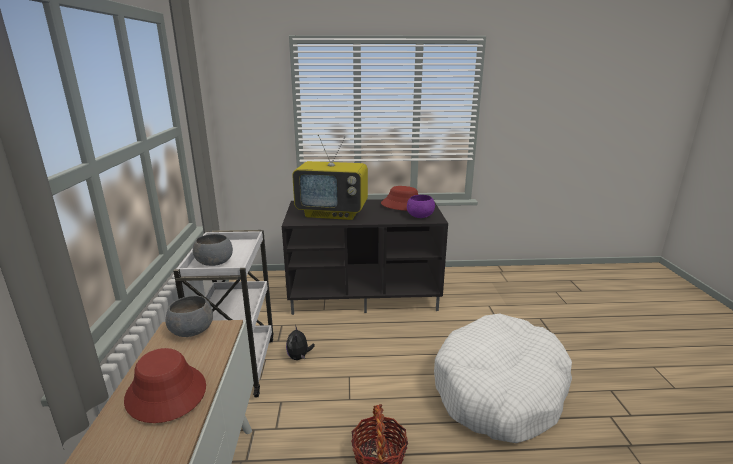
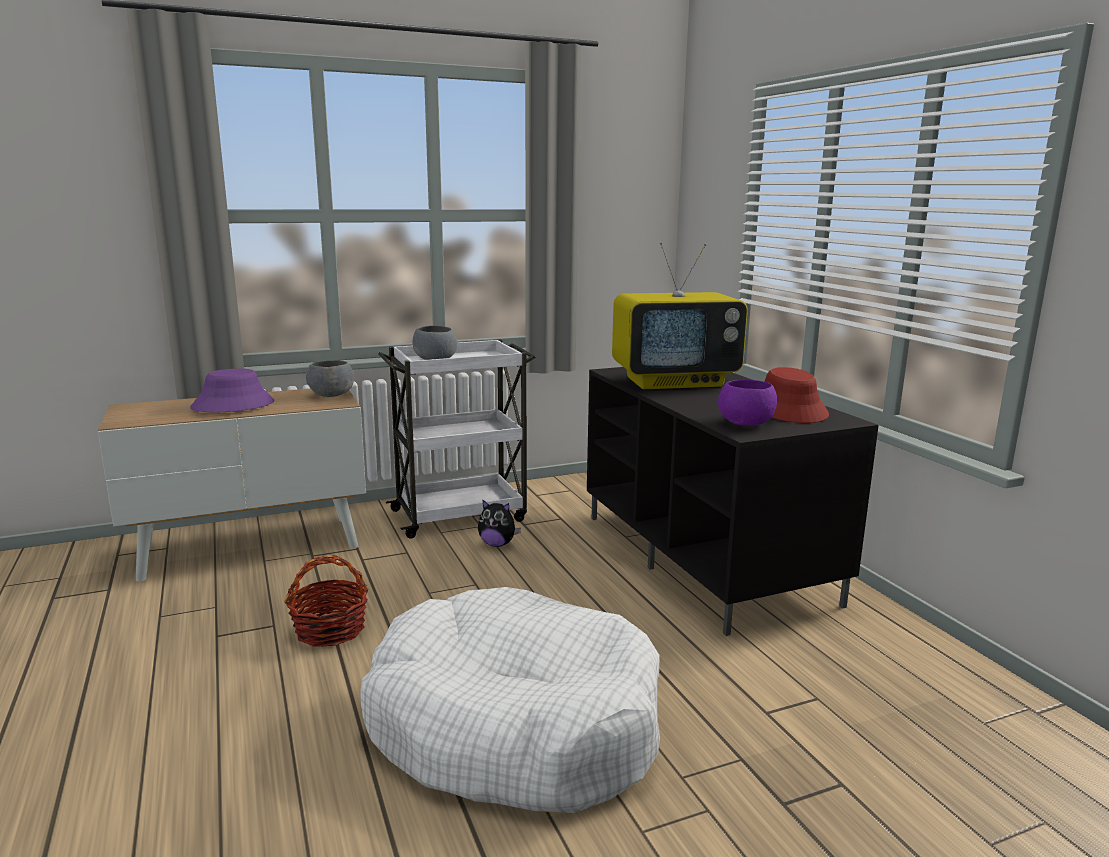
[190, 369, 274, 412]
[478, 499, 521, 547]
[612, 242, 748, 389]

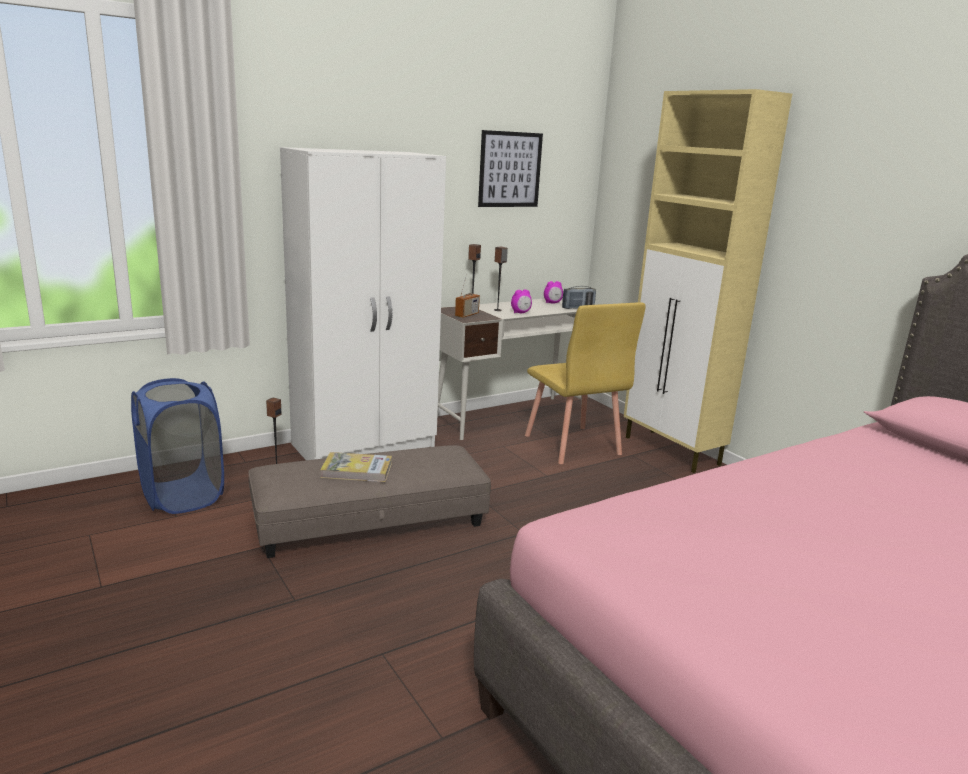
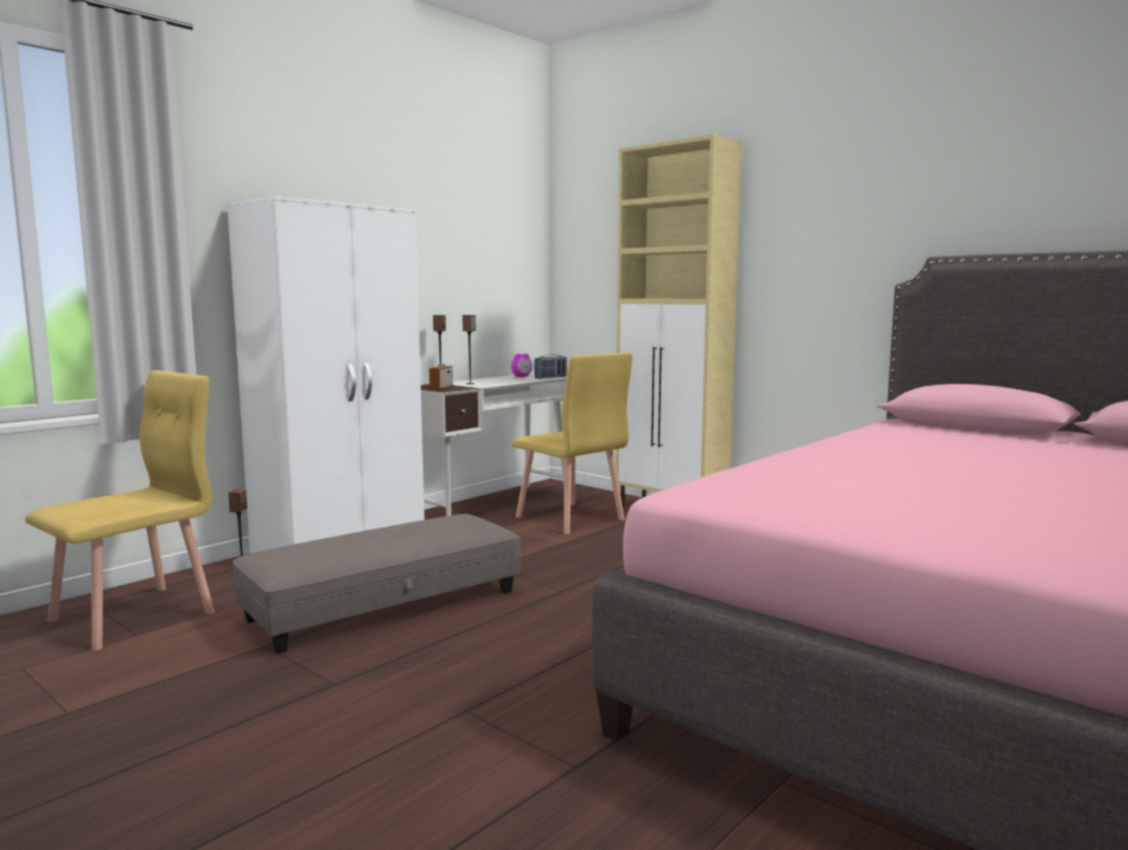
[25, 370, 215, 651]
[320, 452, 392, 482] (first image)
[478, 130, 543, 207] (first image)
[511, 289, 532, 313] (first image)

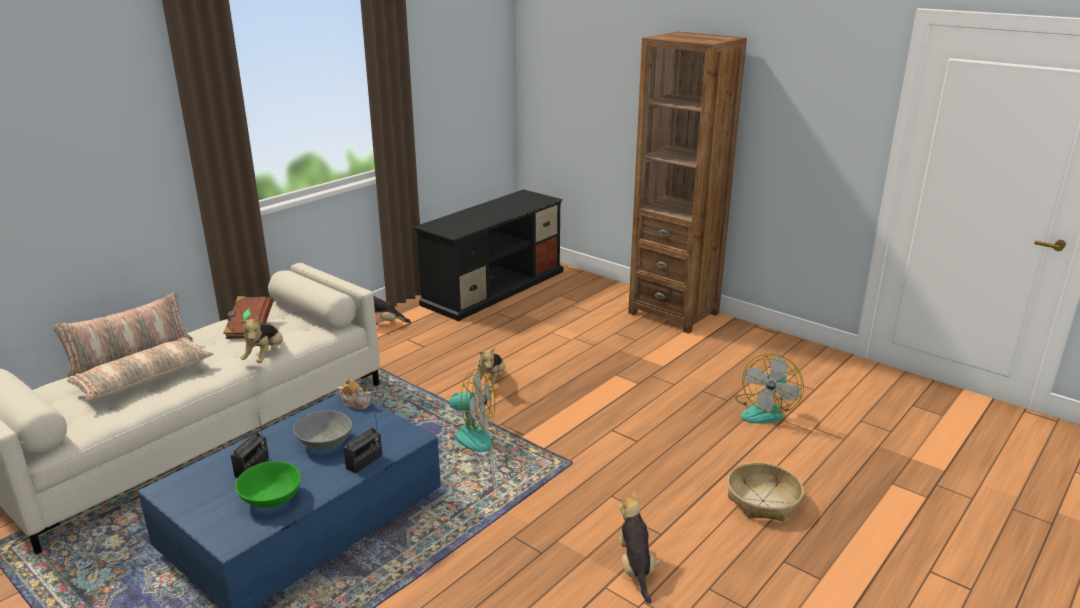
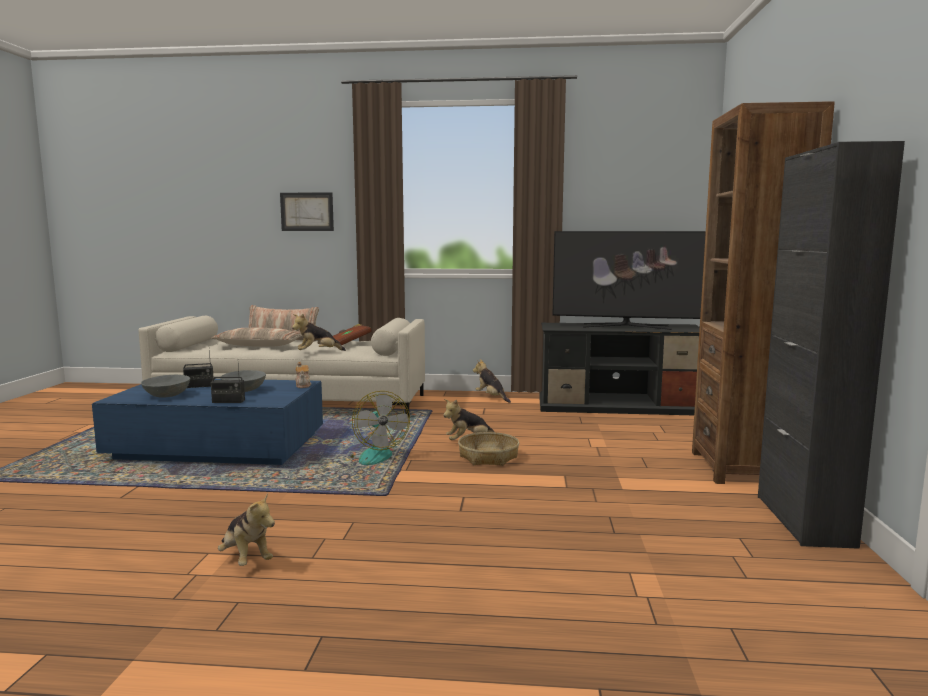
[141, 375, 190, 398]
[218, 493, 275, 566]
[280, 192, 334, 231]
[458, 432, 519, 466]
[552, 231, 706, 330]
[758, 141, 905, 549]
[735, 354, 804, 423] (first image)

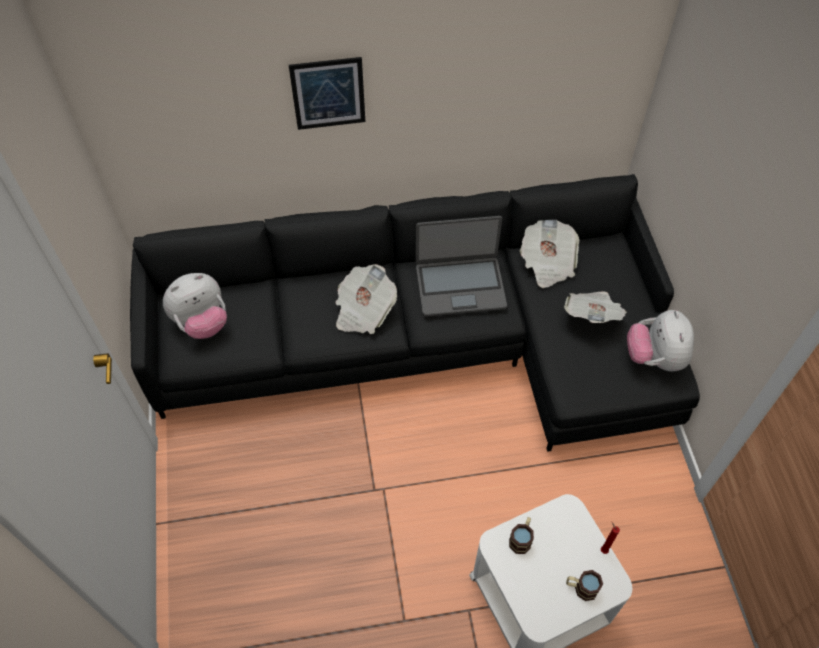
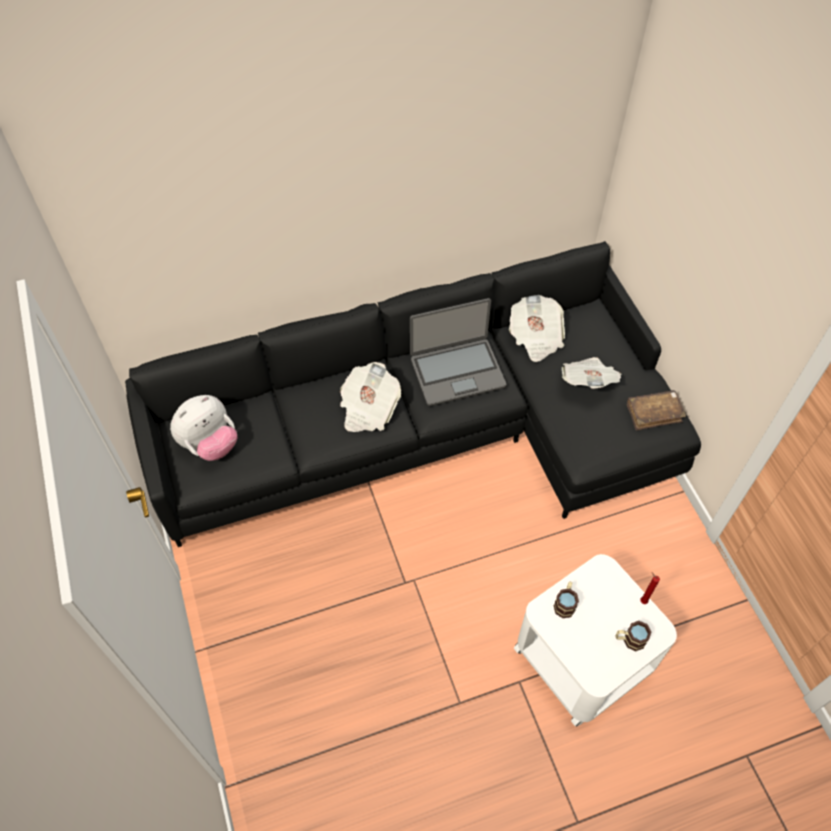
[627, 390, 686, 431]
[289, 57, 365, 130] (first image)

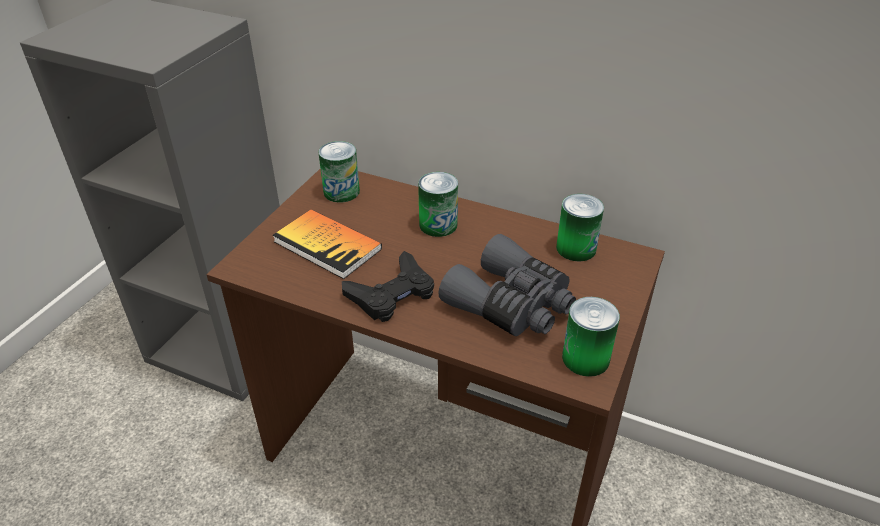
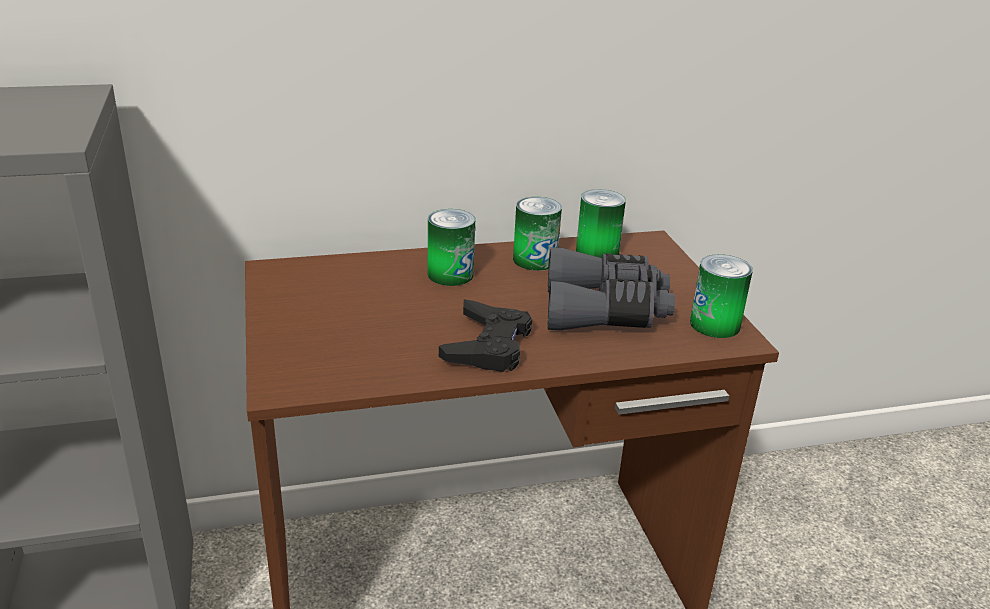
[513, 197, 562, 271]
[272, 209, 382, 279] (first image)

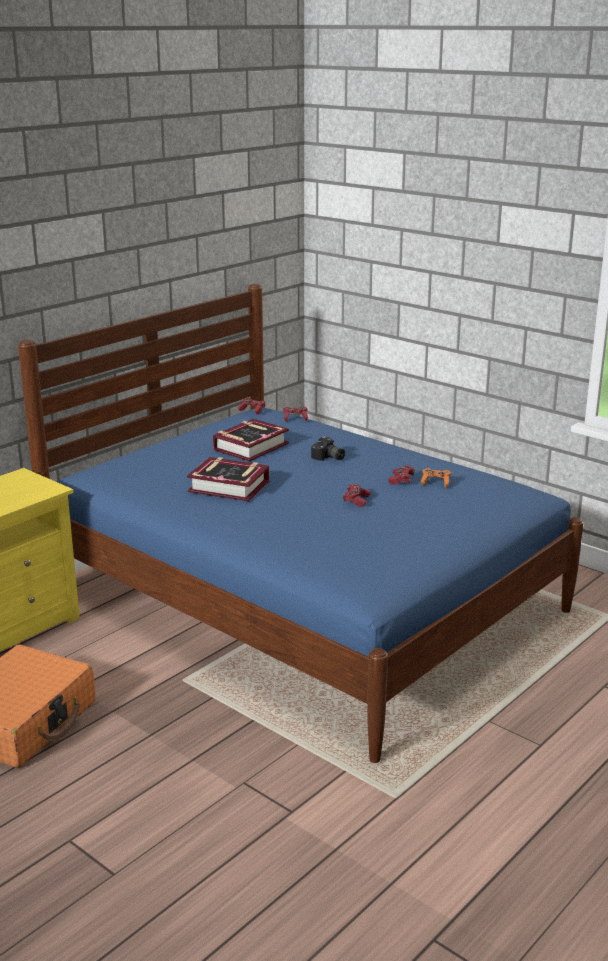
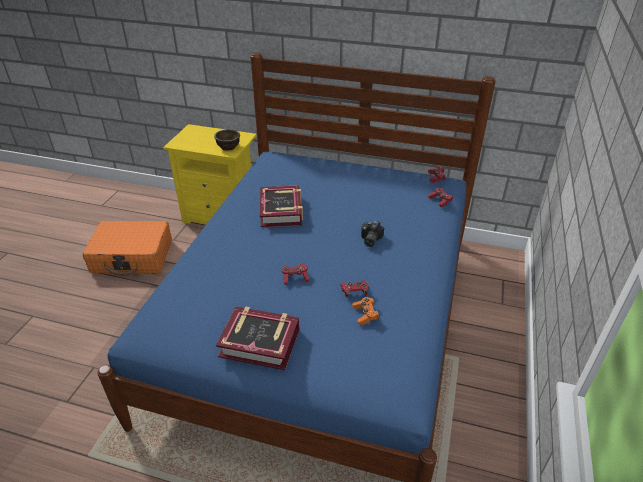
[214, 129, 240, 151]
[216, 307, 300, 370]

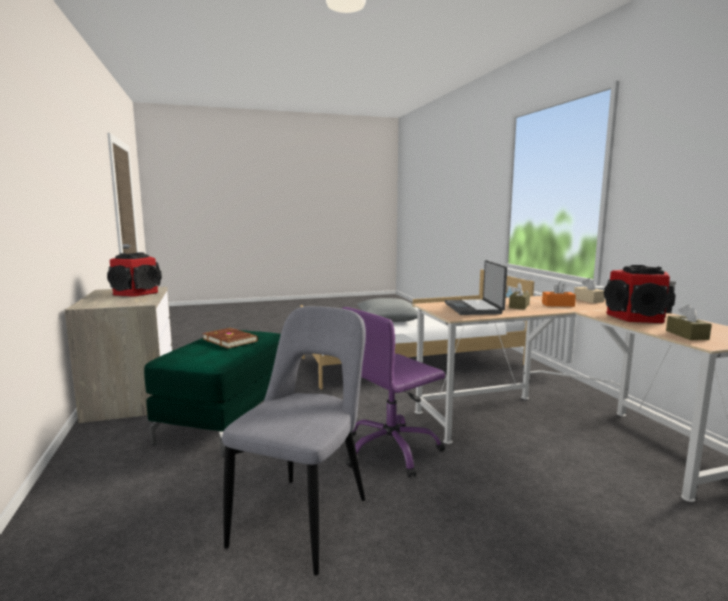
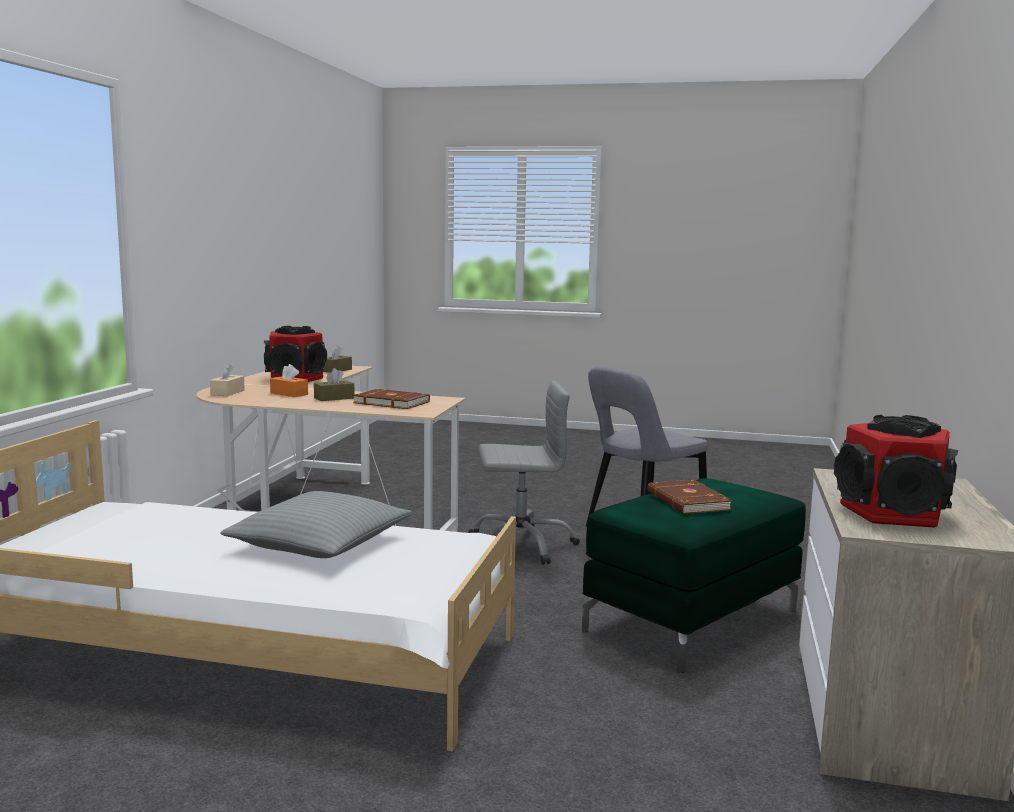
[353, 389, 430, 409]
[469, 381, 580, 565]

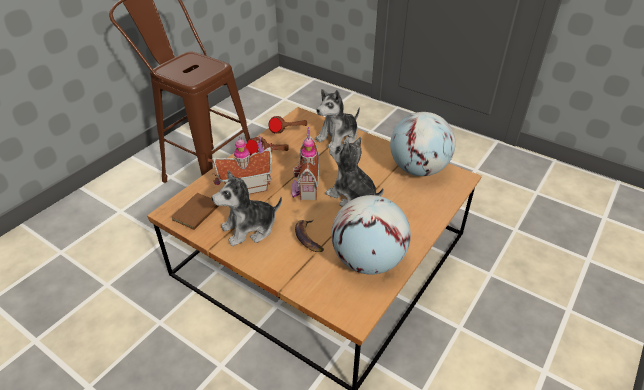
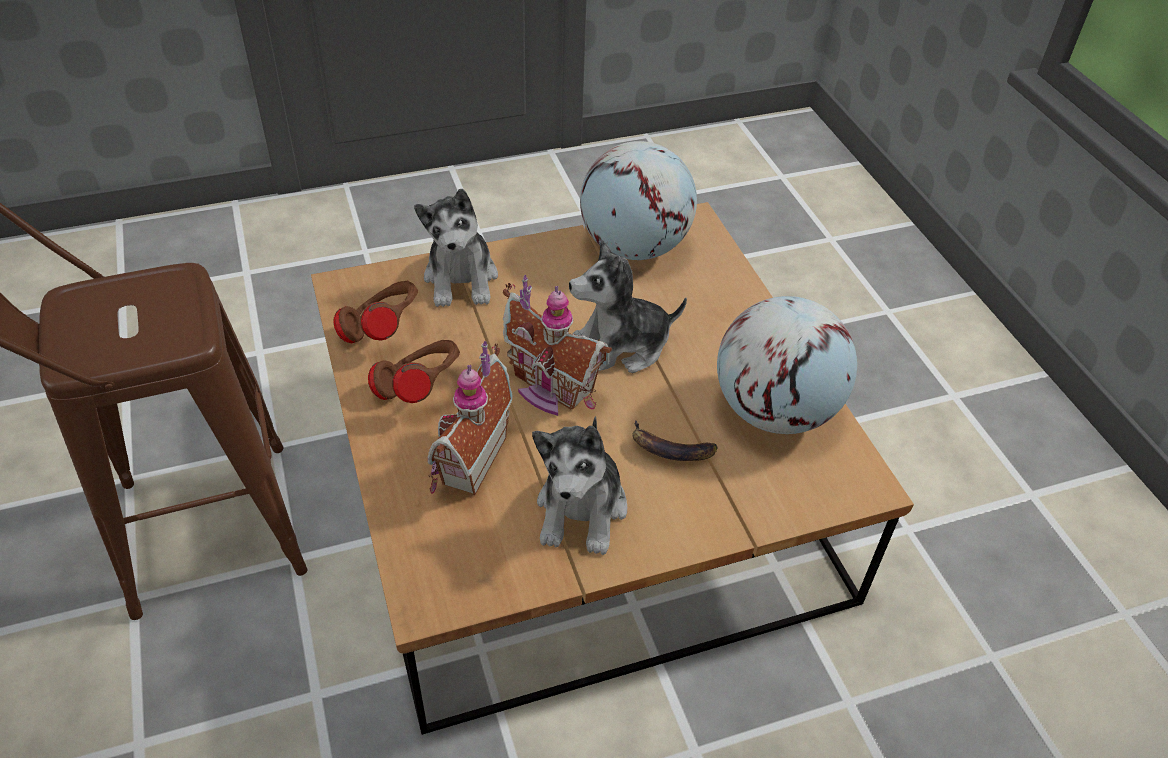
[171, 193, 219, 230] (first image)

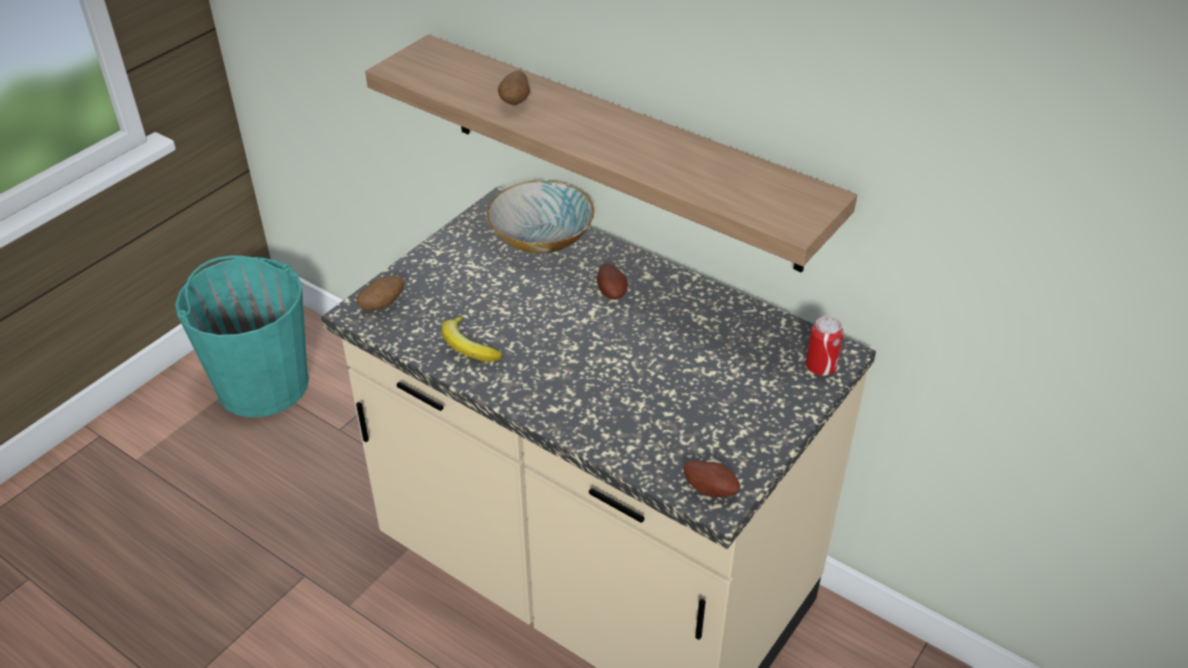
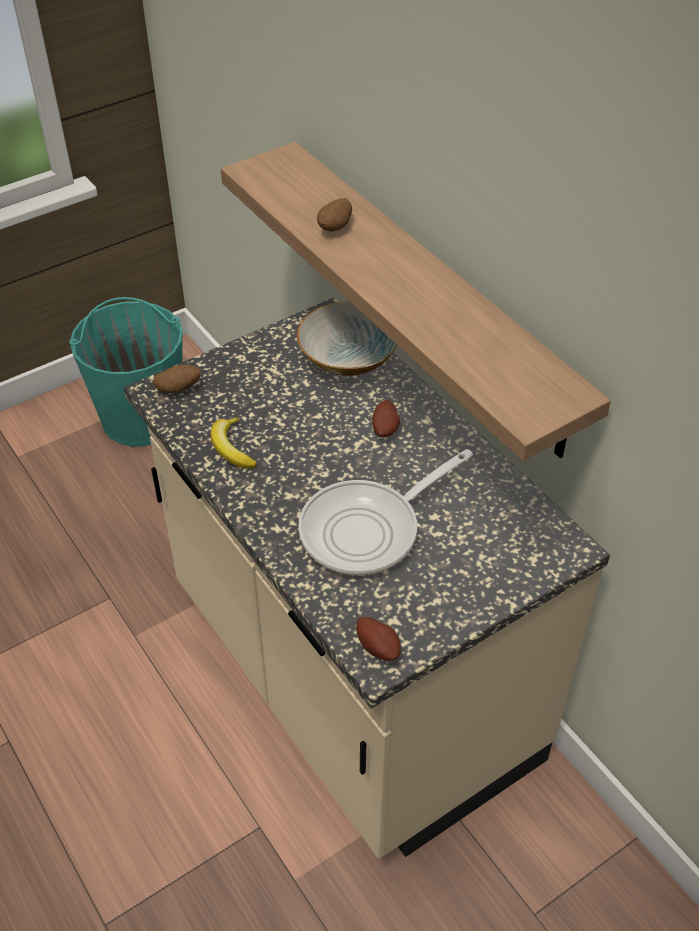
[298, 449, 473, 575]
[805, 316, 843, 376] (first image)

